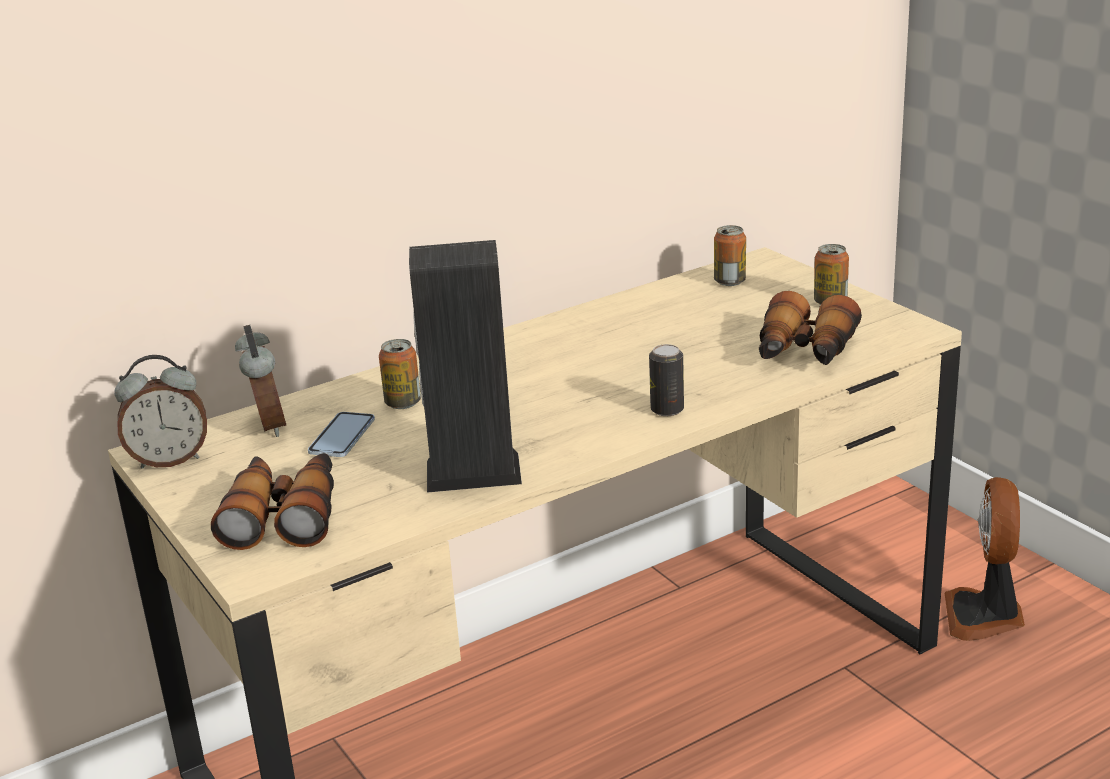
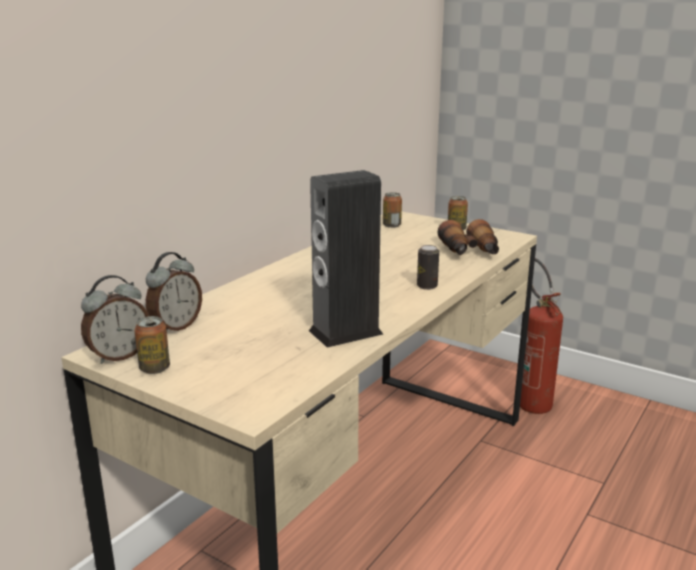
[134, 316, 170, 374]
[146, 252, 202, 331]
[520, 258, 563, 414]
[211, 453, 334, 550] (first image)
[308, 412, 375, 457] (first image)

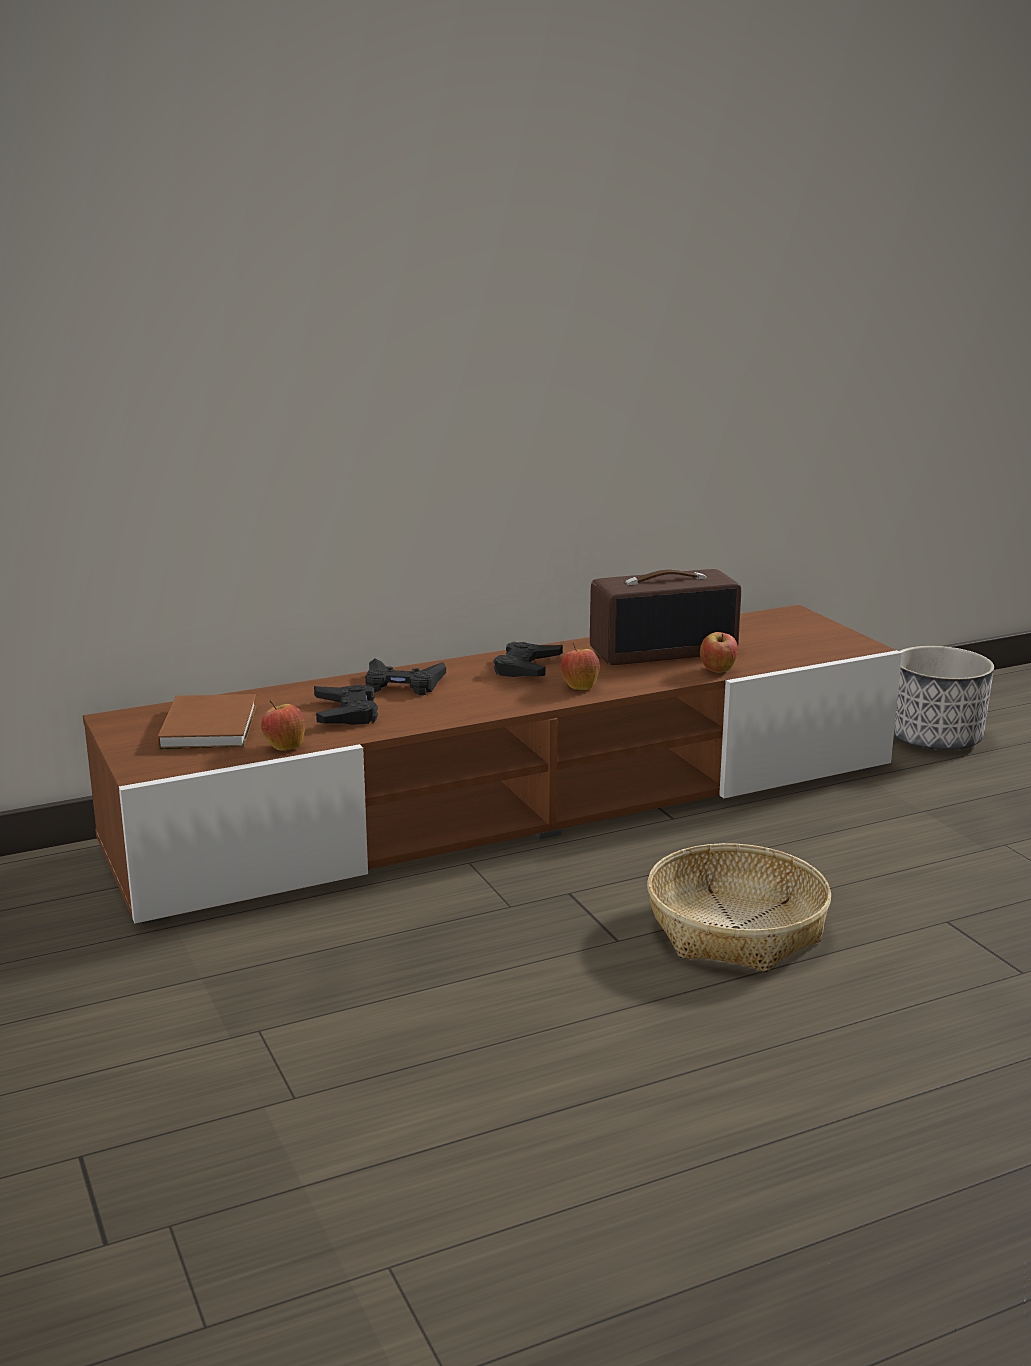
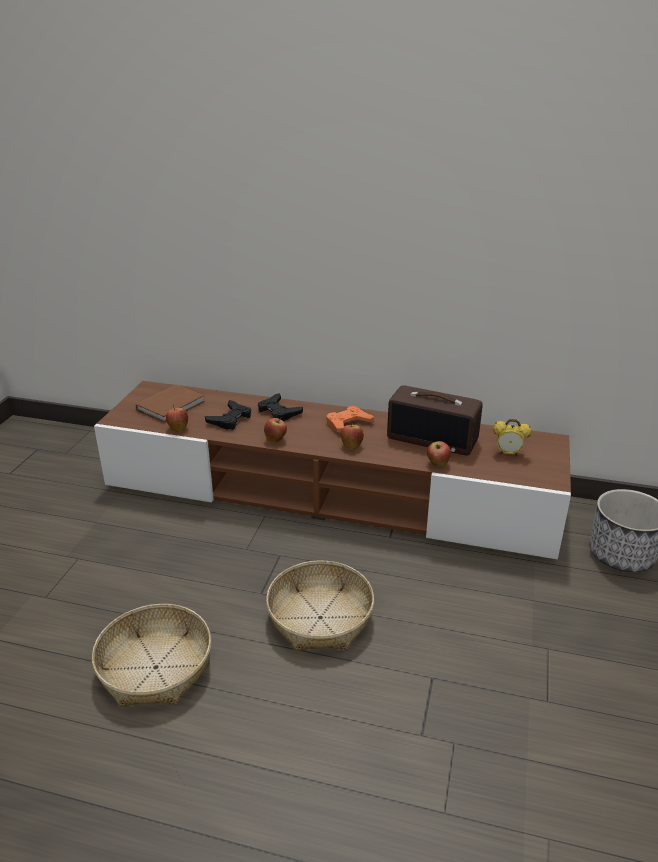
[92, 604, 211, 707]
[264, 417, 287, 443]
[326, 406, 374, 433]
[493, 419, 531, 456]

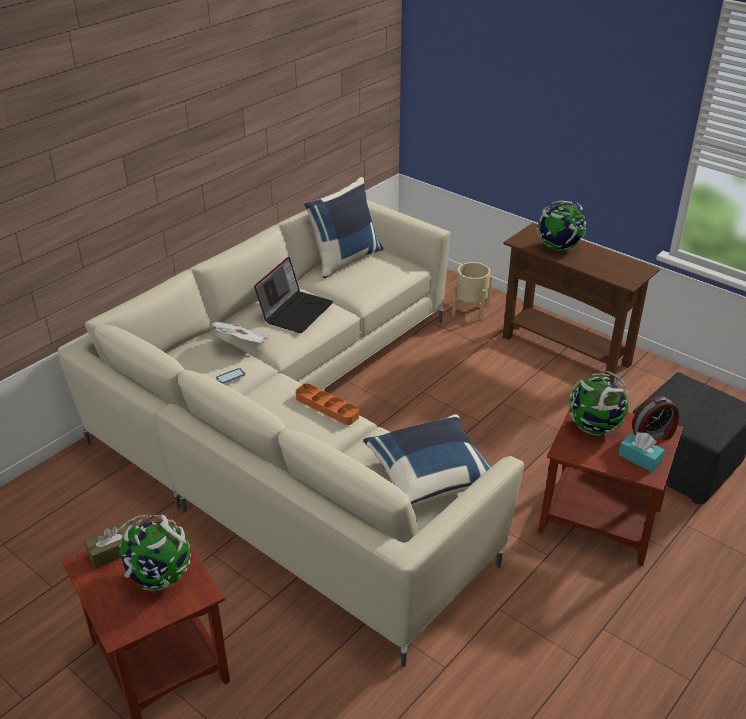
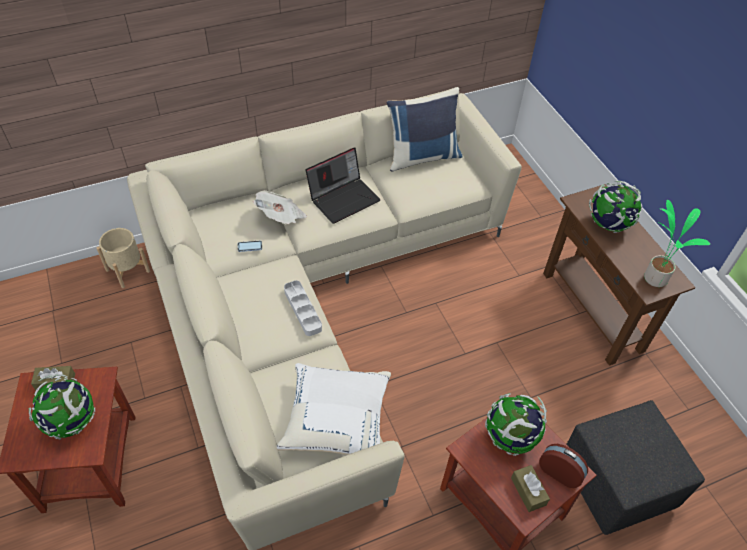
[96, 228, 150, 288]
[277, 363, 391, 455]
[284, 280, 322, 336]
[511, 465, 550, 512]
[539, 444, 588, 488]
[644, 200, 710, 287]

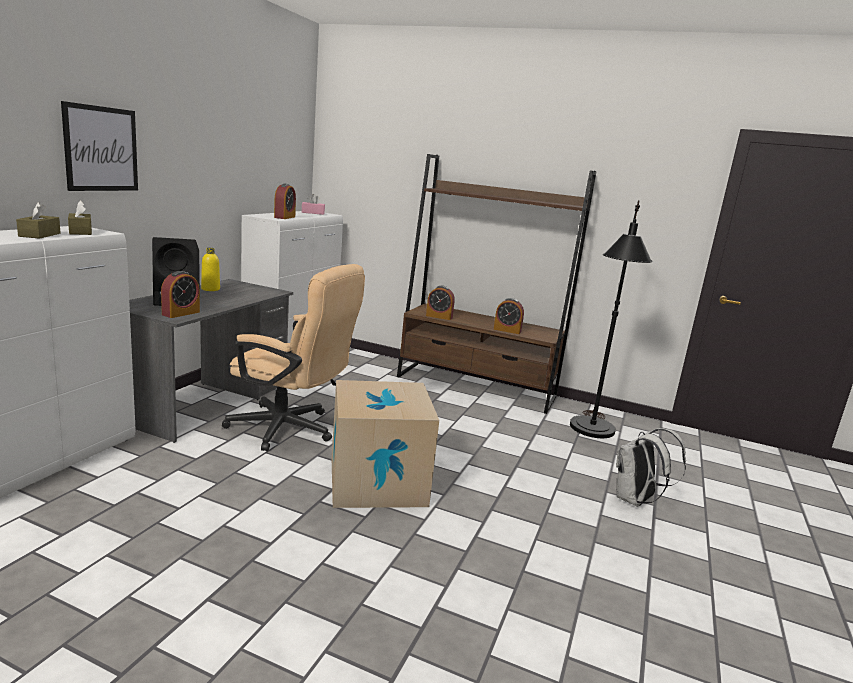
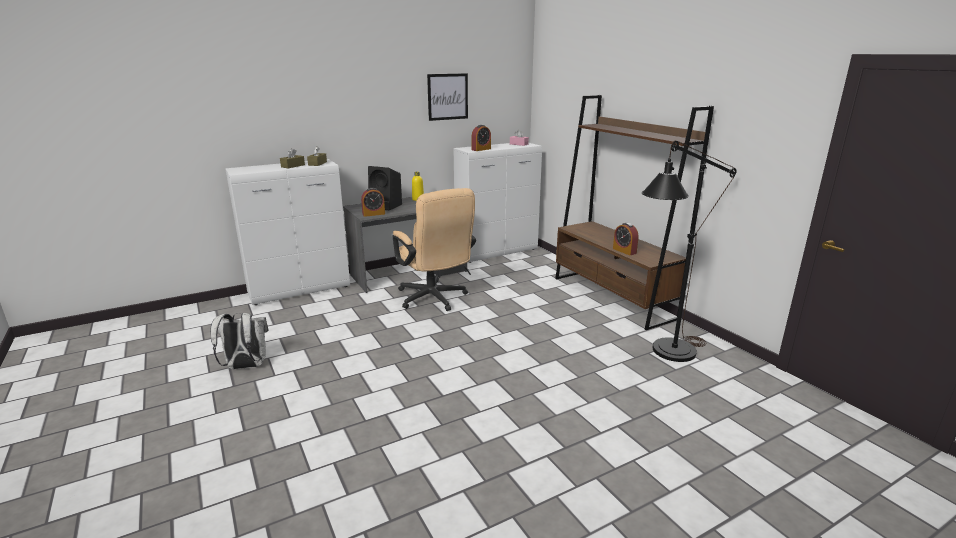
[210, 313, 268, 369]
[427, 73, 468, 121]
[332, 380, 439, 508] (first image)
[426, 286, 455, 320] (first image)

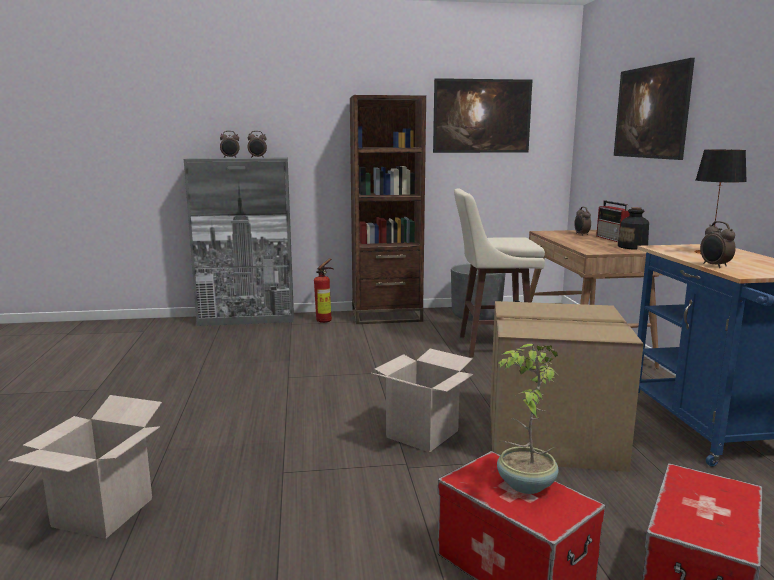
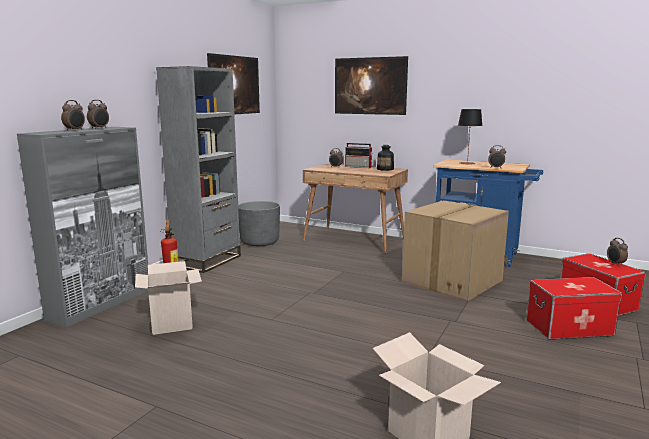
[135, 261, 202, 335]
[156, 66, 241, 273]
[607, 238, 628, 265]
[454, 188, 545, 357] (first image)
[497, 344, 559, 494] (first image)

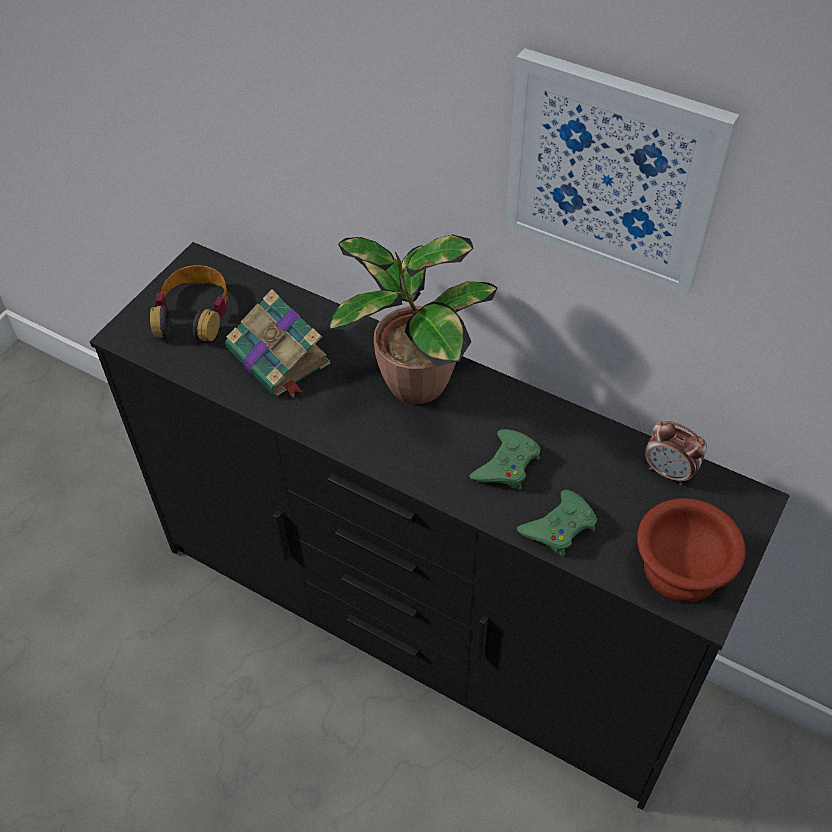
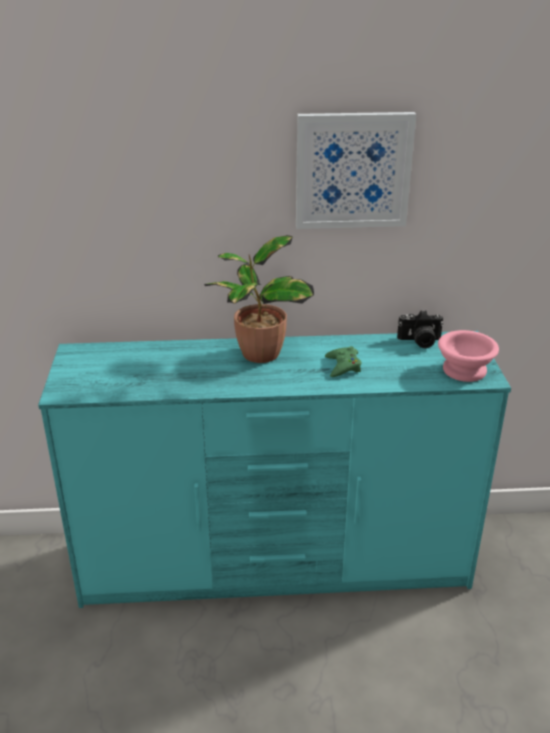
[38, 331, 511, 608]
[397, 310, 444, 348]
[438, 330, 499, 382]
[150, 265, 229, 341] (first image)
[225, 289, 331, 398] (first image)
[517, 490, 597, 556] (first image)

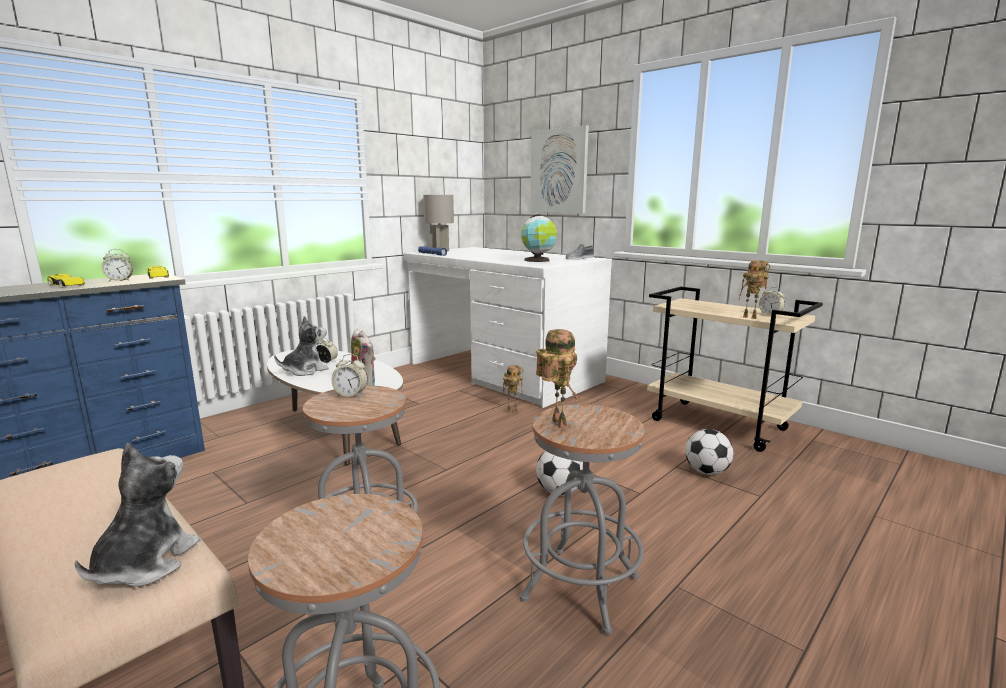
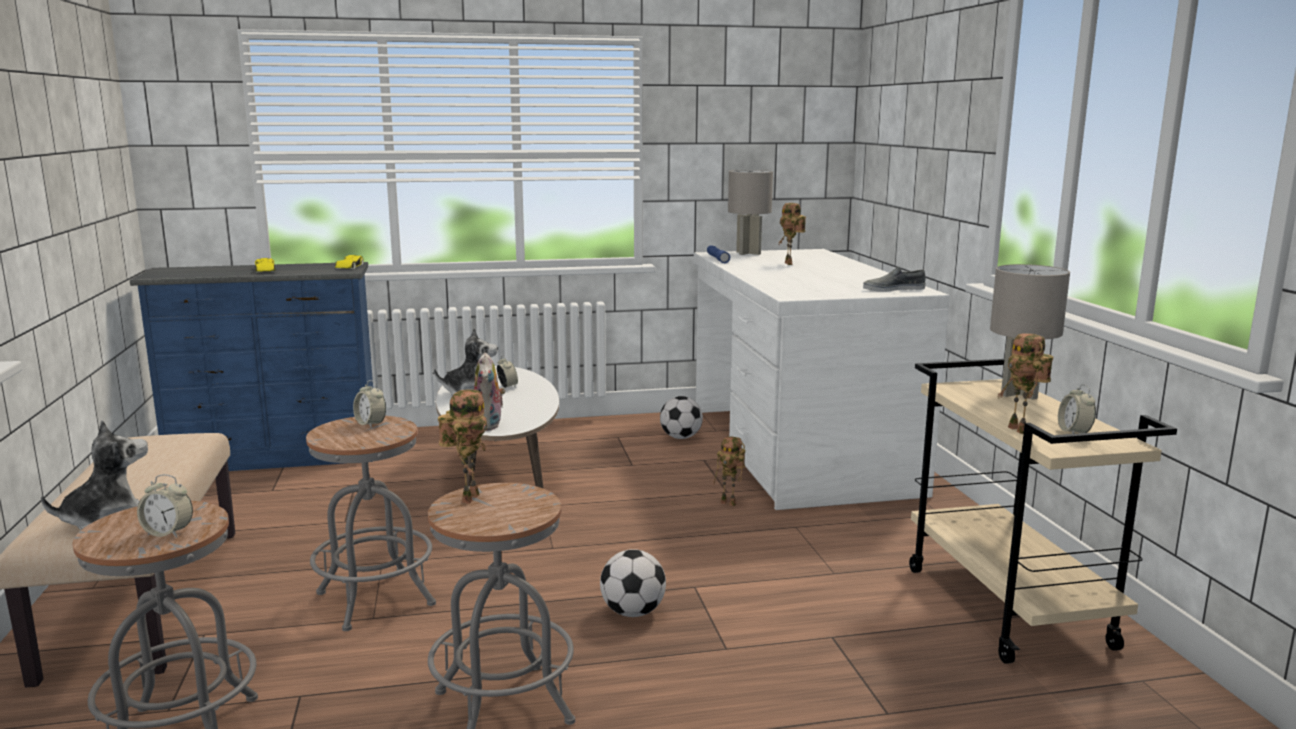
[137, 474, 193, 538]
[660, 396, 703, 439]
[778, 203, 806, 265]
[990, 264, 1070, 400]
[521, 214, 557, 262] (first image)
[530, 125, 589, 213] (first image)

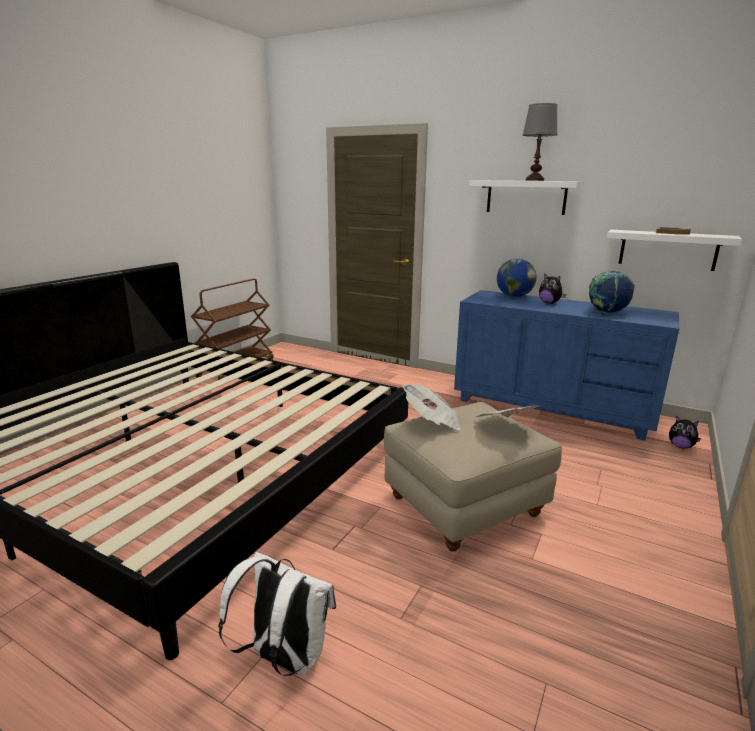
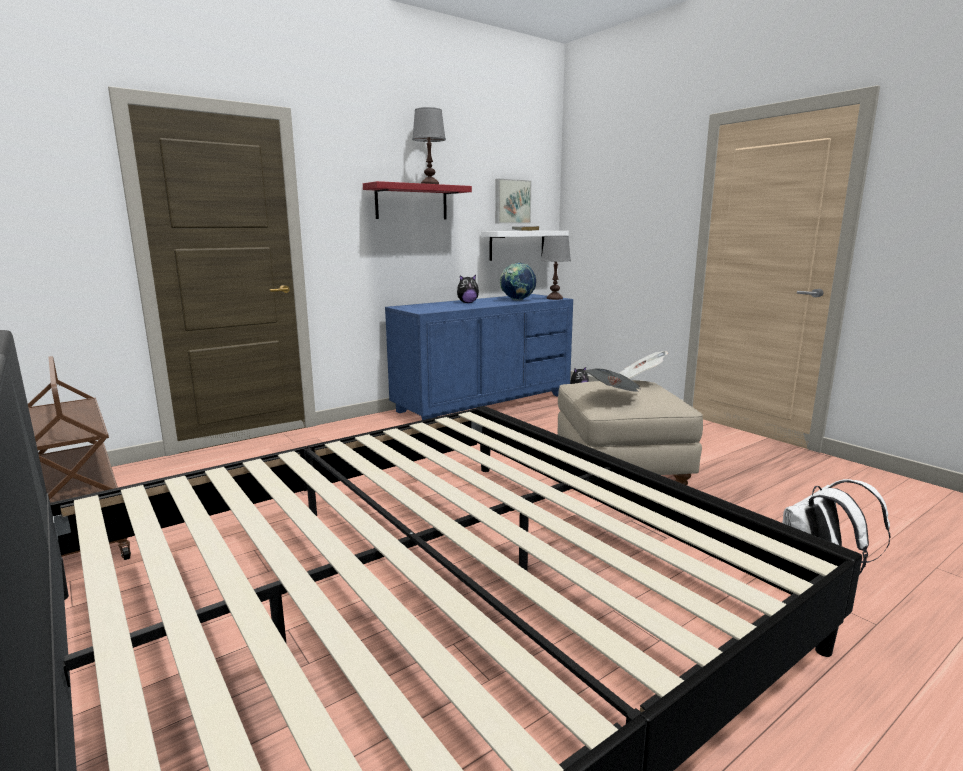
[363, 181, 472, 220]
[495, 179, 531, 224]
[541, 236, 571, 300]
[497, 259, 536, 297] (first image)

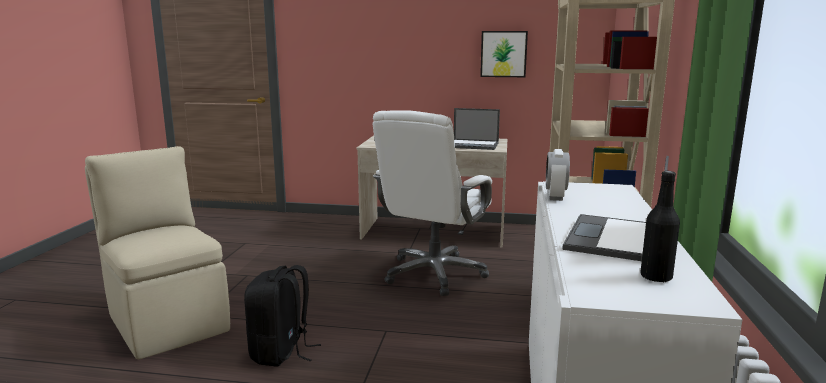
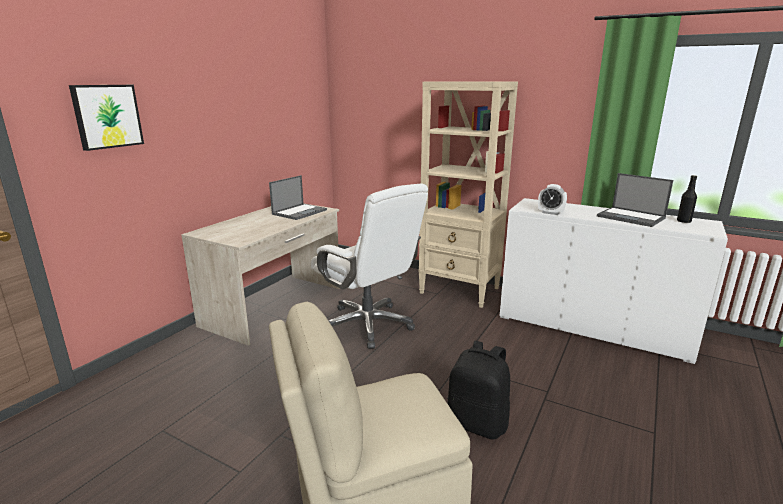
[69, 85, 144, 151]

